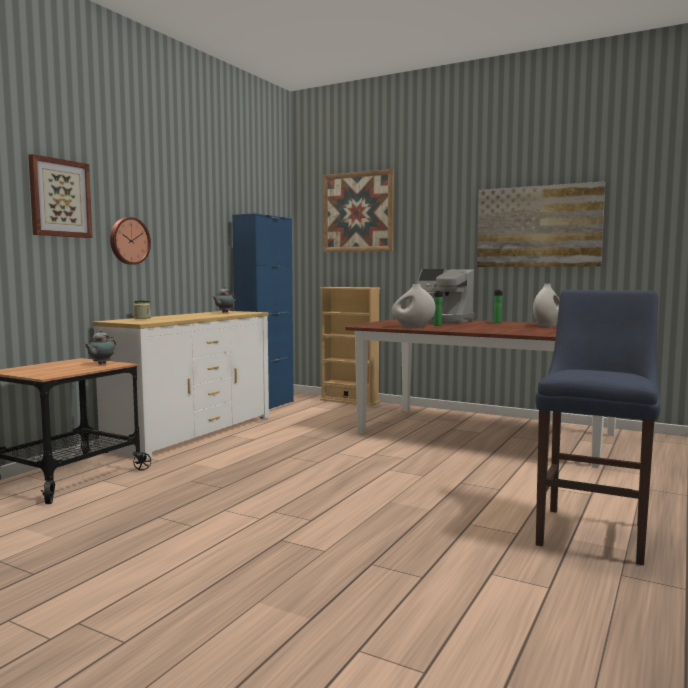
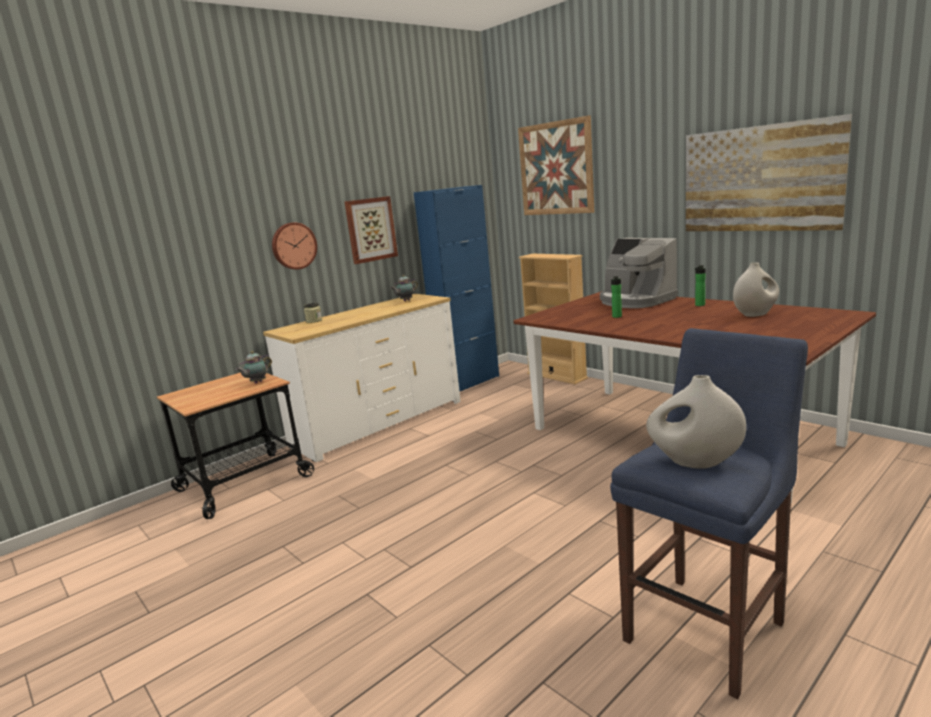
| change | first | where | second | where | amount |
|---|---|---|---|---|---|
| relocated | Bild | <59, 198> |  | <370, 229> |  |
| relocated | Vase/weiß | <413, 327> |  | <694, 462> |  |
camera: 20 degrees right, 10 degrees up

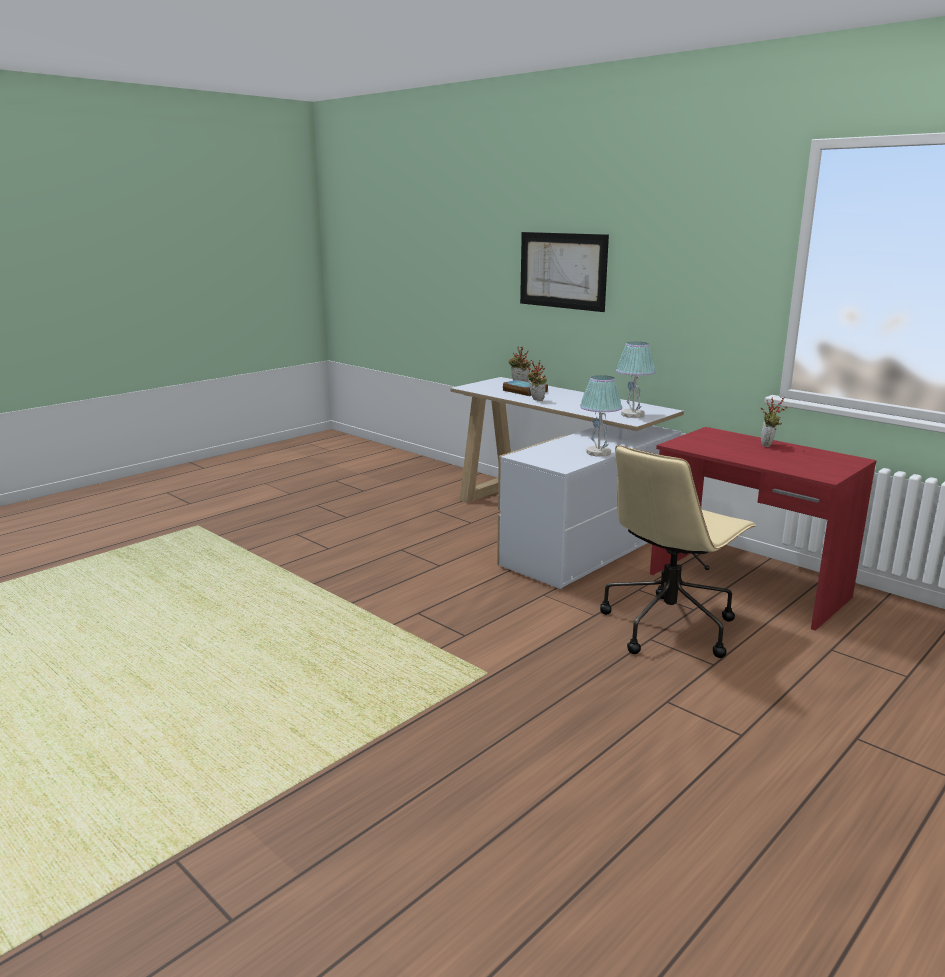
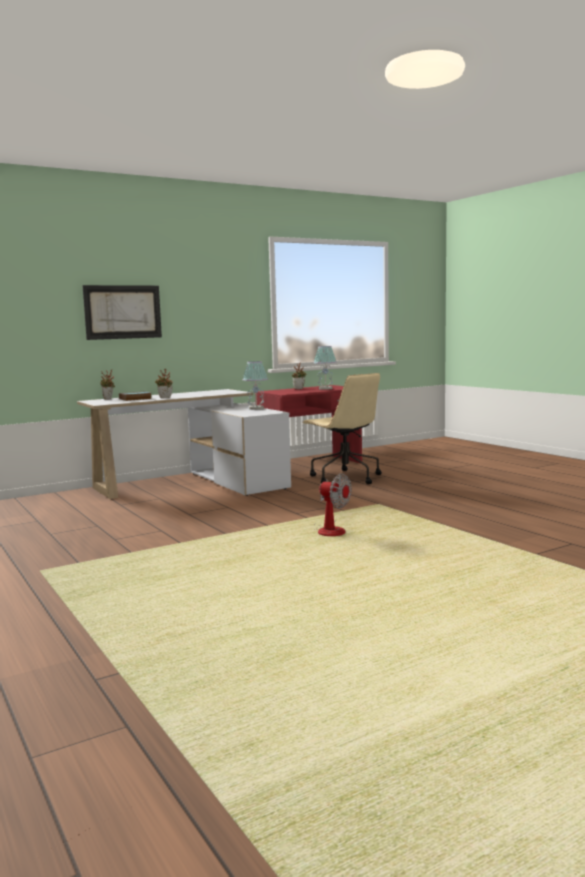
| change | first | where | second | where | amount |
|---|---|---|---|---|---|
| appeared |  |  | Ventilator | <330, 530> |  |
| relocated | Tischlampe | <633, 415> |  | <325, 388> |  |
camera: 75 degrees left, 10 degrees down

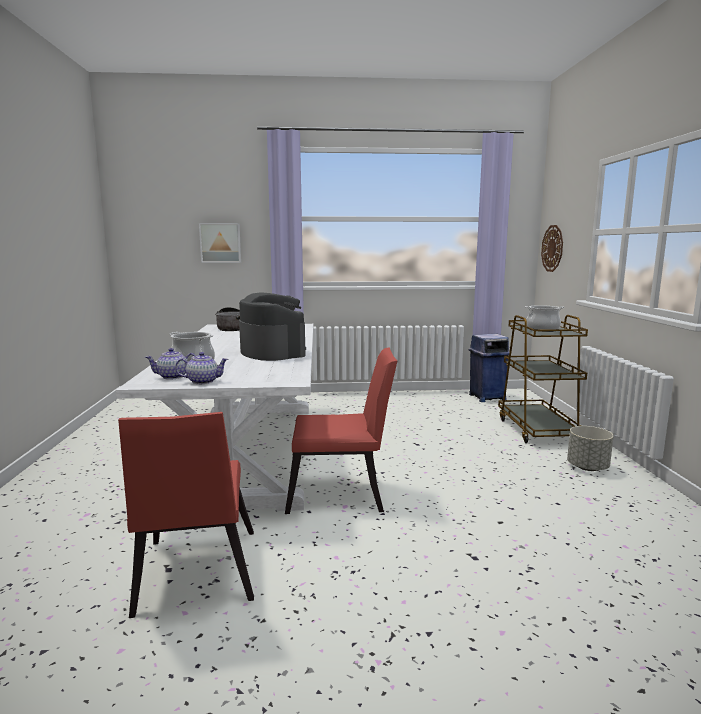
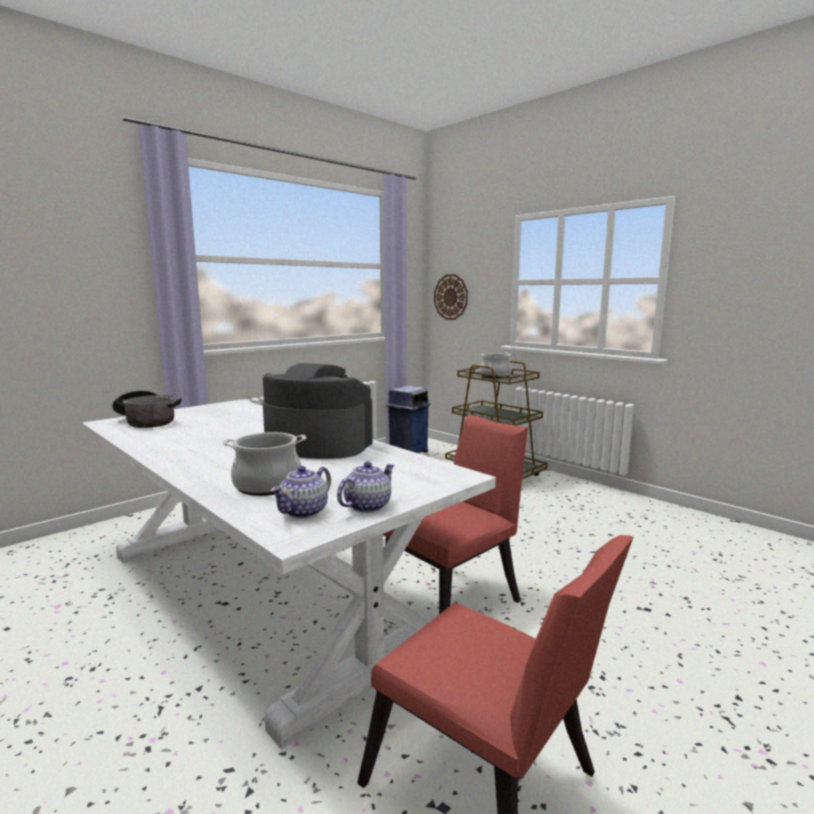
| change | first | where | second | where | amount |
|---|---|---|---|---|---|
| missing | Bild | <220, 243> |  |  |  |
| missing | Pflanzkübel/grau | <587, 467> |  |  |  |
camera: 40 degrees left, 0 degrees up

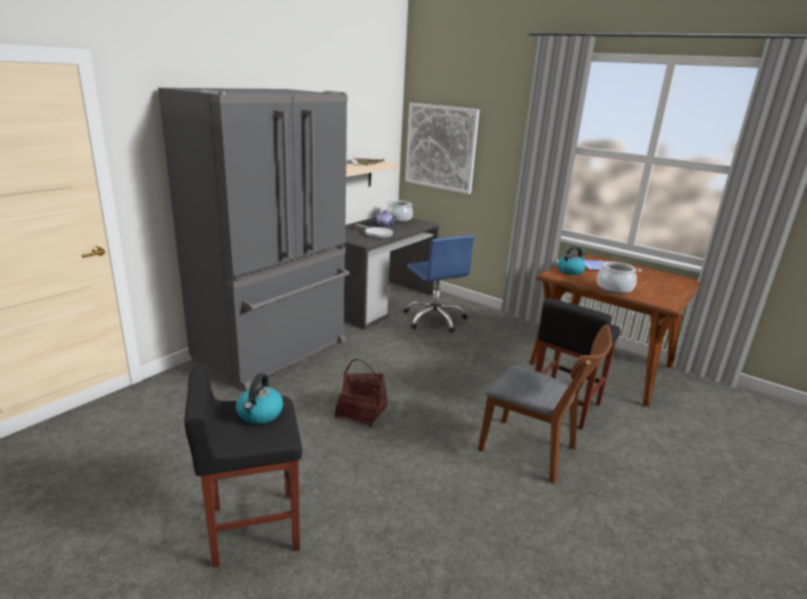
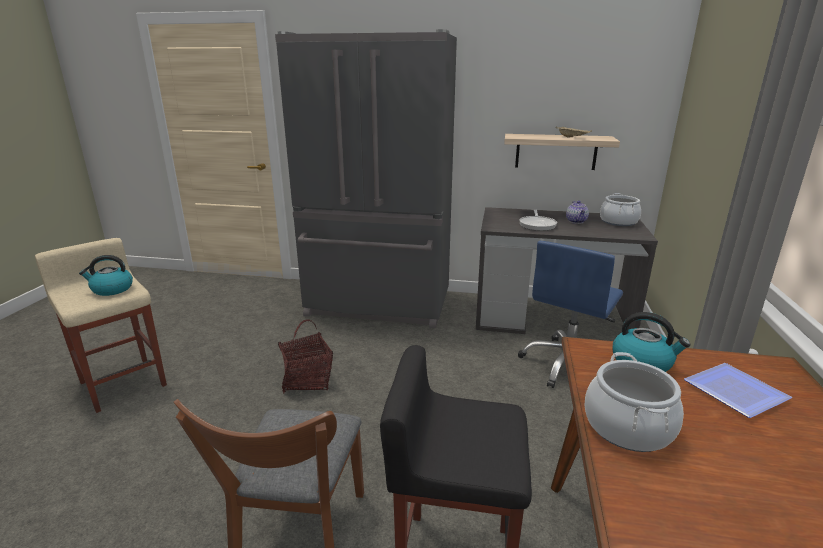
| change | first | where | second | where | amount |
|---|---|---|---|---|---|
| missing | Bild | <440, 147> |  |  |  |
| colour | Hocker/schwarz | <253, 528> | Hocker/beige | <123, 383> |  |
camera: 65 degrees right, 0 degrees up

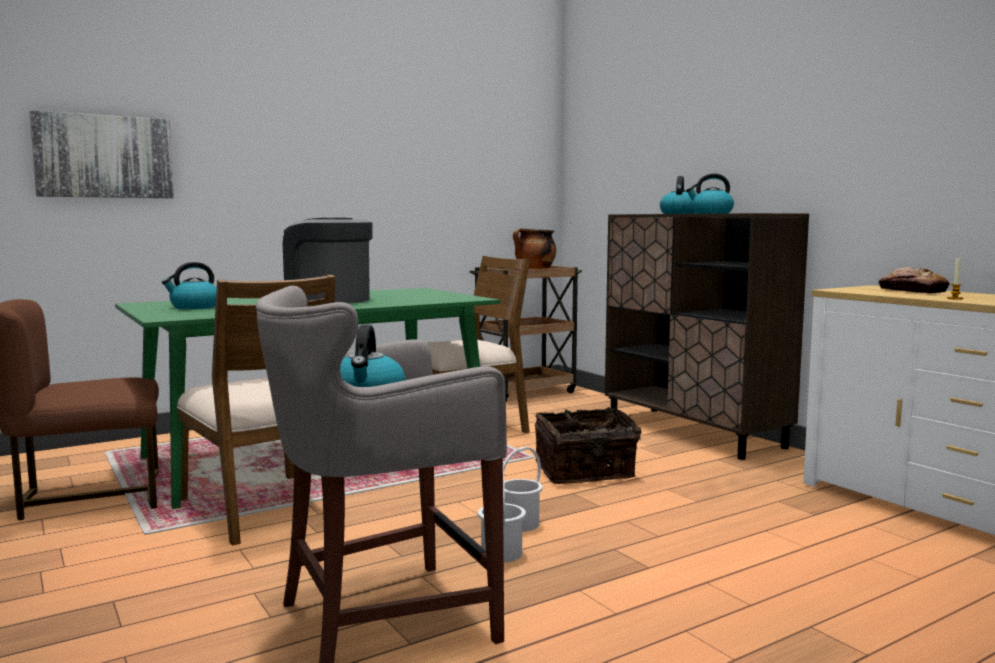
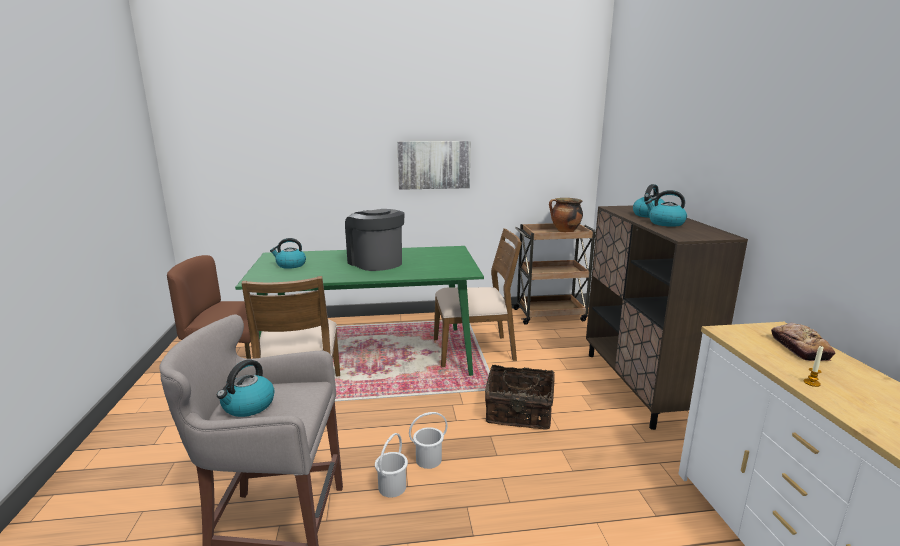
| change | first | where | second | where | amount |
|---|---|---|---|---|---|
| relocated | Bild | <104, 156> |  | <434, 165> |  |
camera: 25 degrees right, 10 degrees up

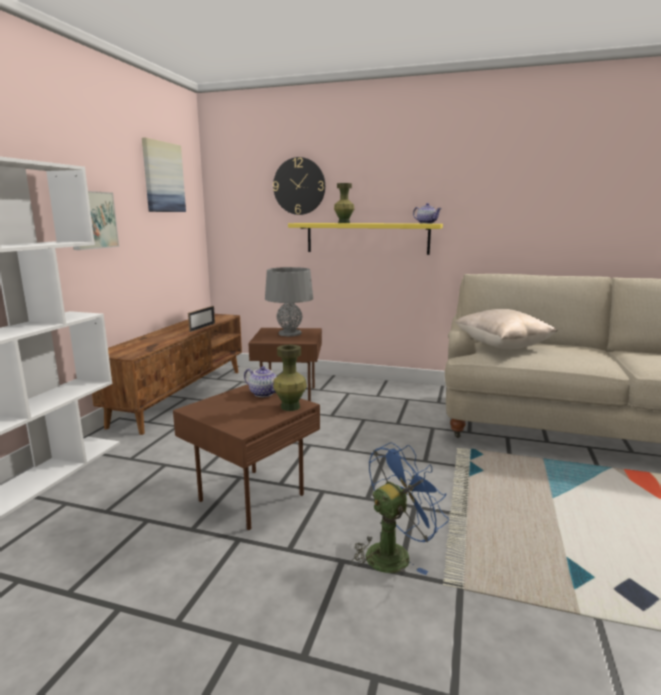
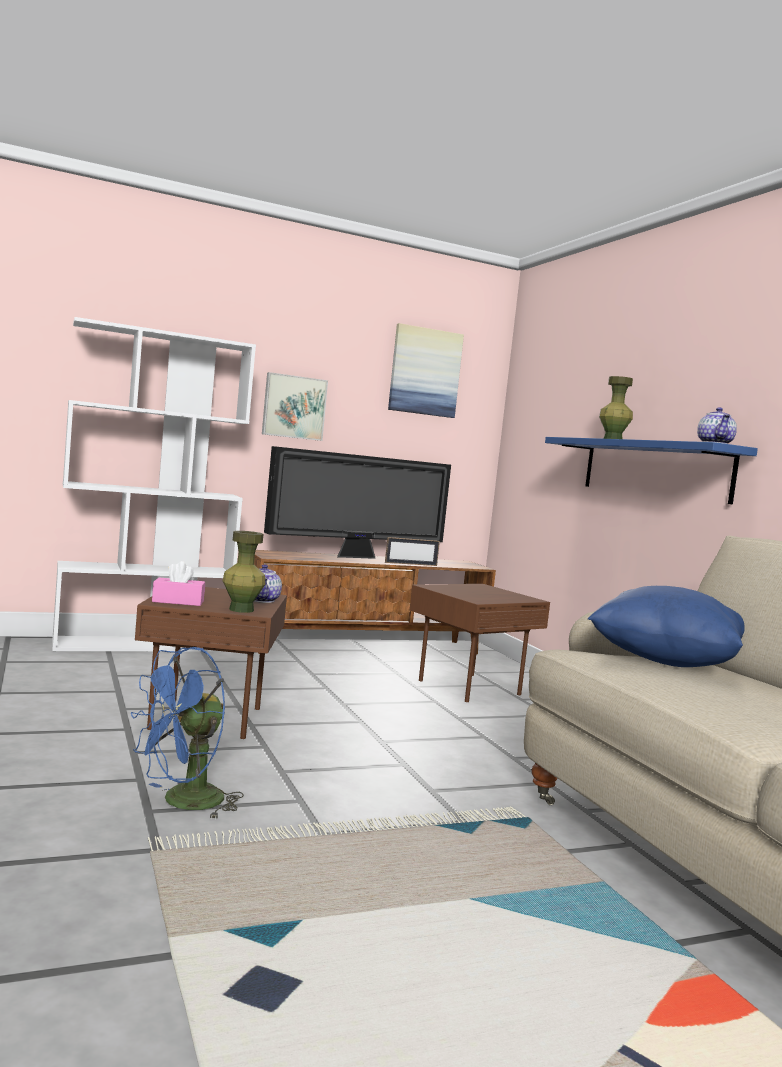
| change | first | where | second | where | amount |
|---|---|---|---|---|---|
| missing | Tischlampe/grau | <290, 333> |  |  |  |
| missing | Wanduhr | <299, 186> |  |  |  |
| appeared |  |  | Taschentuchbox/rosa | <178, 601> |  |
| appeared |  |  | Fernseher | <356, 557> |  |
| colour | Wandregal/gelb | <367, 238> | Wandregal/blau | <654, 469> |  |
| colour | Kissen/beige | <502, 347> | Kissen/blau | <666, 661> |  |
| spun | Ventilator/blau | <394, 553> |  | <183, 803> | 120 degrees clockwise |
camera: 50 degrees right, 10 degrees down

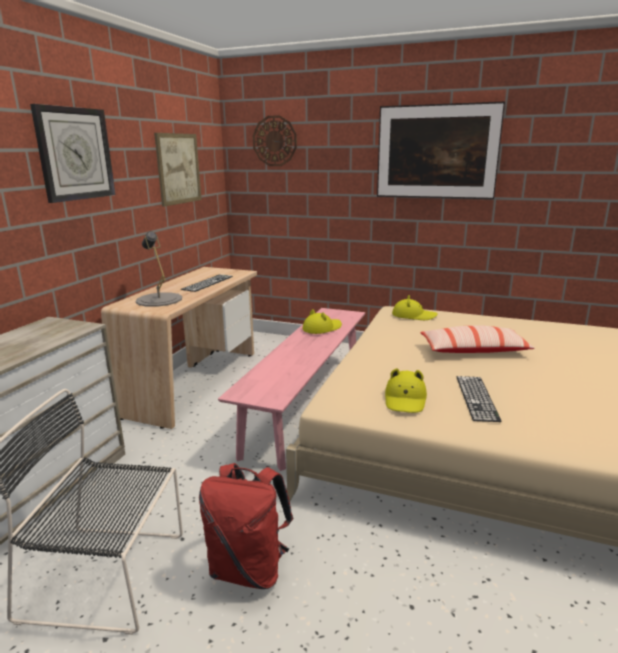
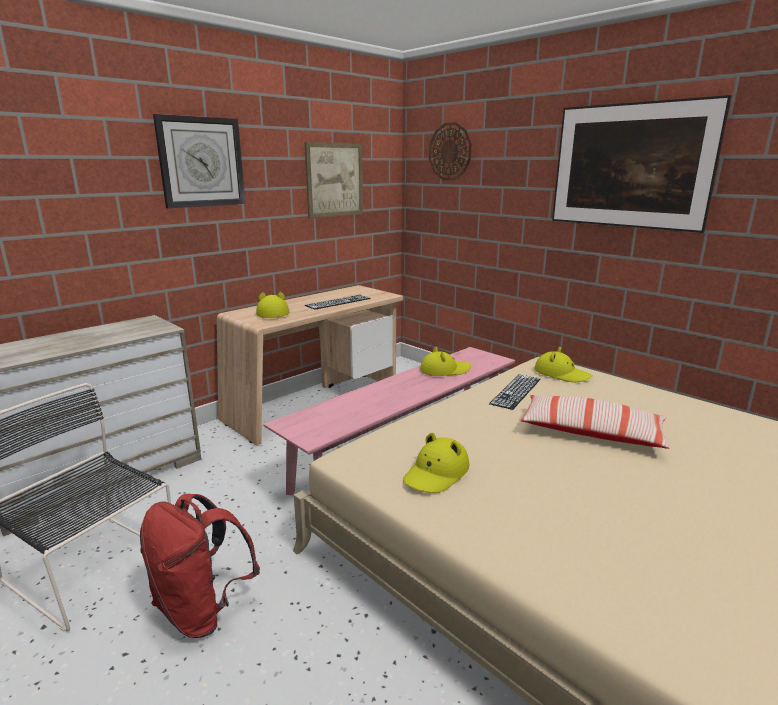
| change | first | where | second | where | amount |
|---|---|---|---|---|---|
| relocated | Tastatur | <477, 397> |  | <516, 391> |  |
| exchanged | Tischlampe/grau | <159, 299> | Hut/gelb | <272, 313> |  |
camera: 25 degrees right, 0 degrees up

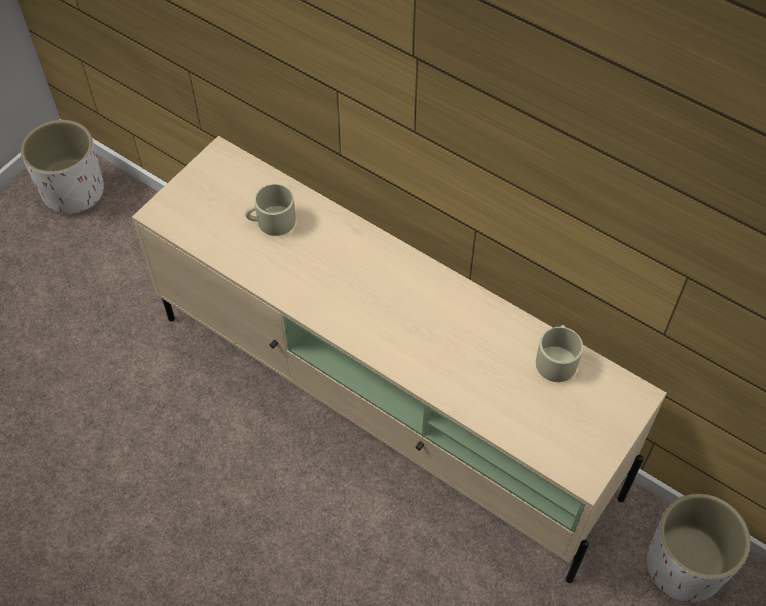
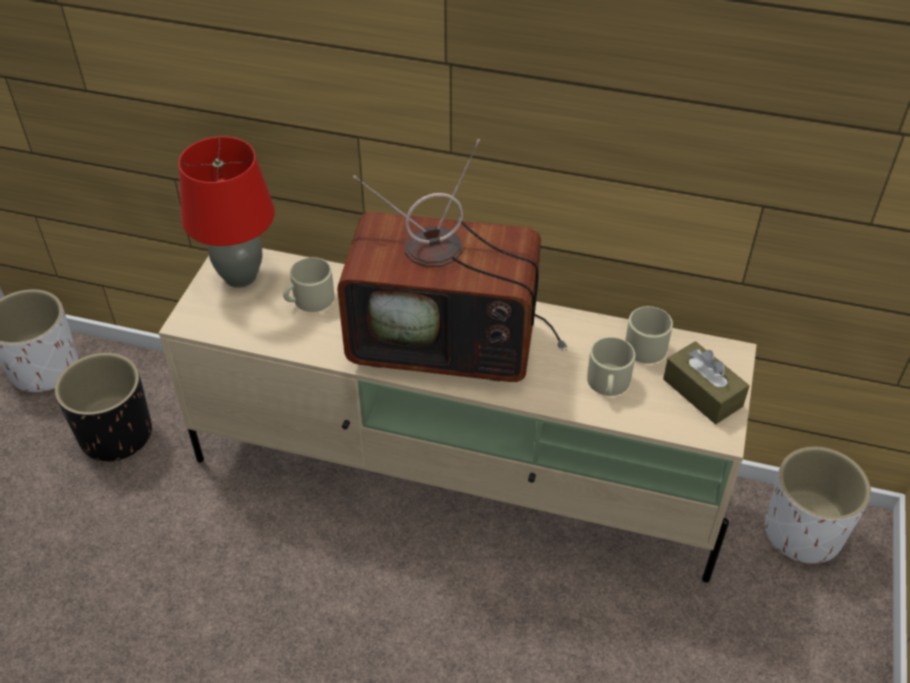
| change | first | where | second | where | amount |
|---|---|---|---|---|---|
| appeared |  |  | Pflanzkübel/schwarz | <116, 434> |  |
| appeared |  |  | Tischlampe/rot | <241, 276> |  |
| appeared |  |  | Fernseher | <450, 341> |  |
| appeared |  |  | Henkelbecher/beige | <608, 384> |  |
| appeared |  |  | Taschentuchbox/braun | <702, 392> |  |
camera: 20 degrees left, 10 degrees down

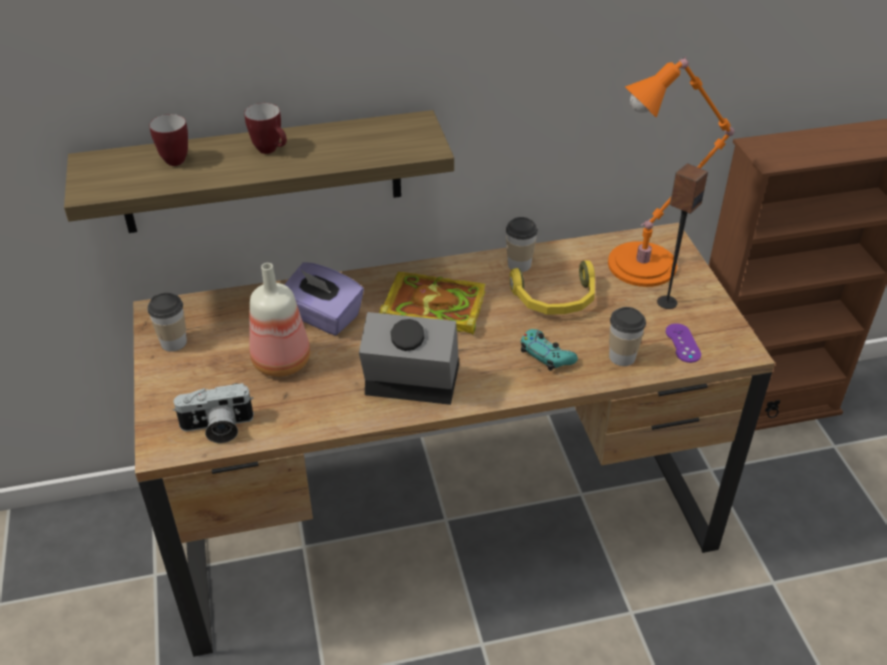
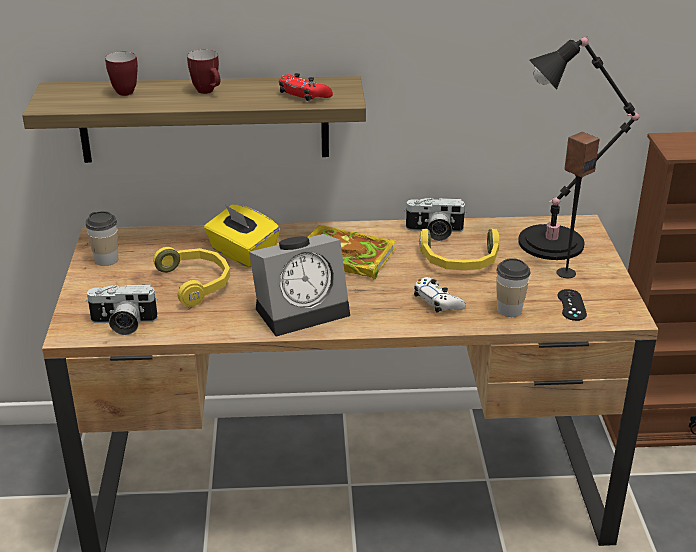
| change | first | where | second | where | amount |
|---|---|---|---|---|---|
| appeared |  |  | Gamepad/rot | <304, 95> |  |
| exchanged | Flasche | <283, 362> | Kopfhörer/gelb | <197, 283> |  |
| exchanged | Tasse | <519, 264> | Kamera | <434, 232> |  |
| colour | Taschentuchbox/lila | <322, 317> | Taschentuchbox/gelb | <242, 254> |  |
| colour | Gamepad/türkis | <546, 355> | Gamepad/weiß | <437, 301> |  |
| colour | Tischlampe/orange | <647, 264> | Tischlampe/schwarz | <556, 242> |  |
| colour | Gamepad/lila | <683, 343> | Gamepad/schwarz | <571, 305> |  |
| spun | Wecker | <408, 383> |  | <303, 309> | 135 degrees clockwise |
camera: 10 degrees right, 10 degrees down

